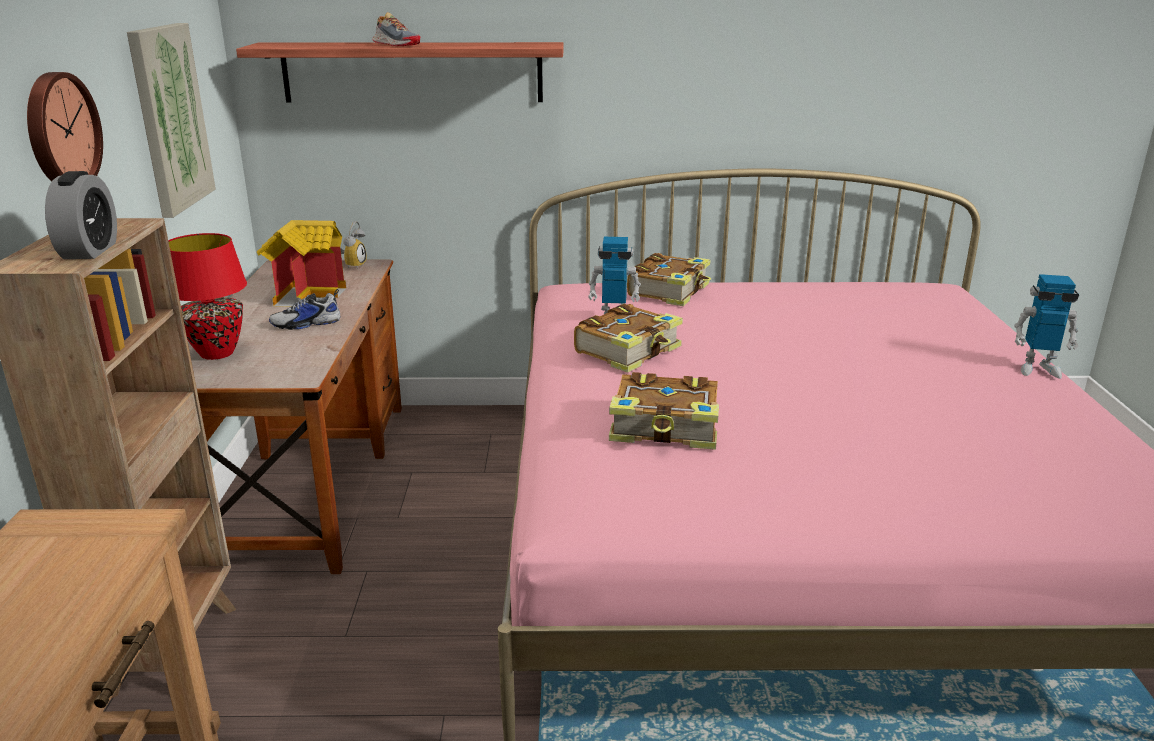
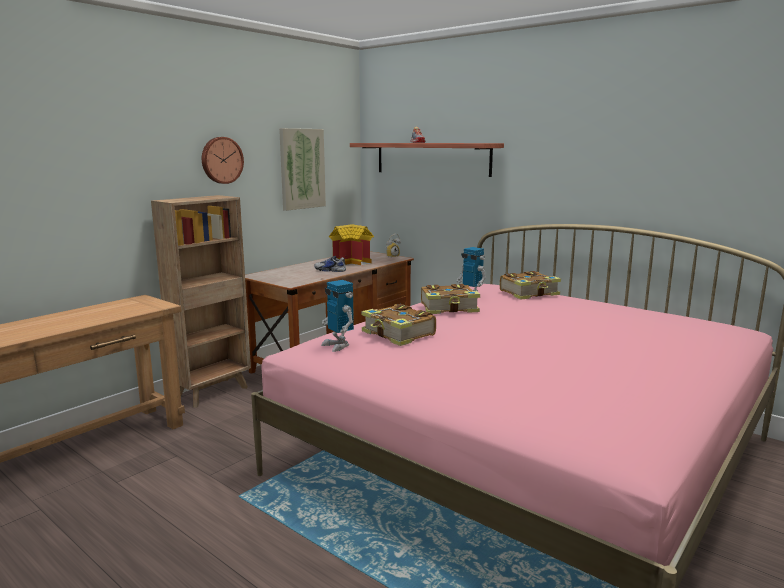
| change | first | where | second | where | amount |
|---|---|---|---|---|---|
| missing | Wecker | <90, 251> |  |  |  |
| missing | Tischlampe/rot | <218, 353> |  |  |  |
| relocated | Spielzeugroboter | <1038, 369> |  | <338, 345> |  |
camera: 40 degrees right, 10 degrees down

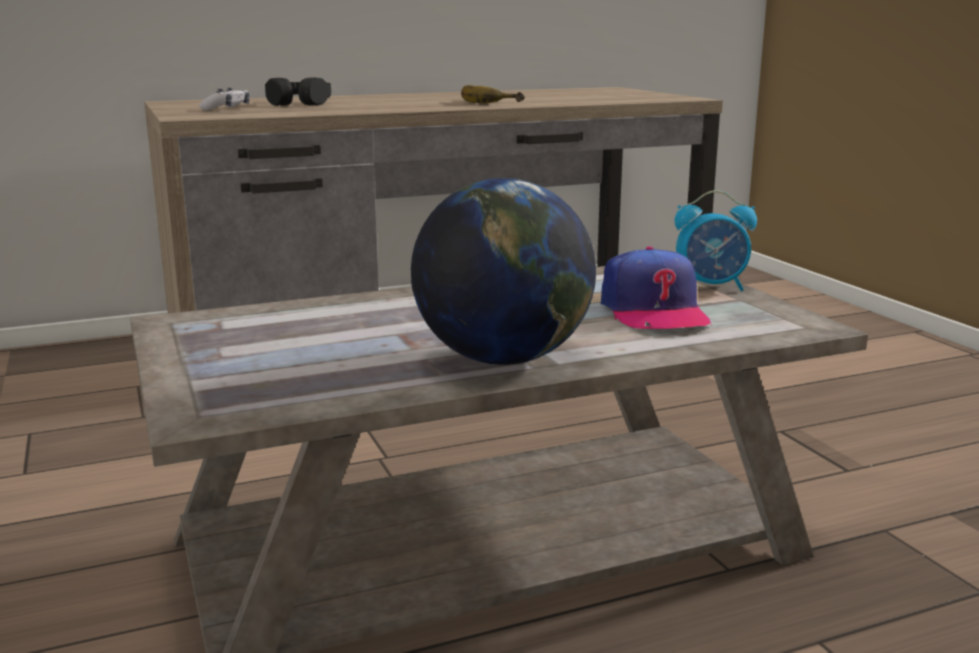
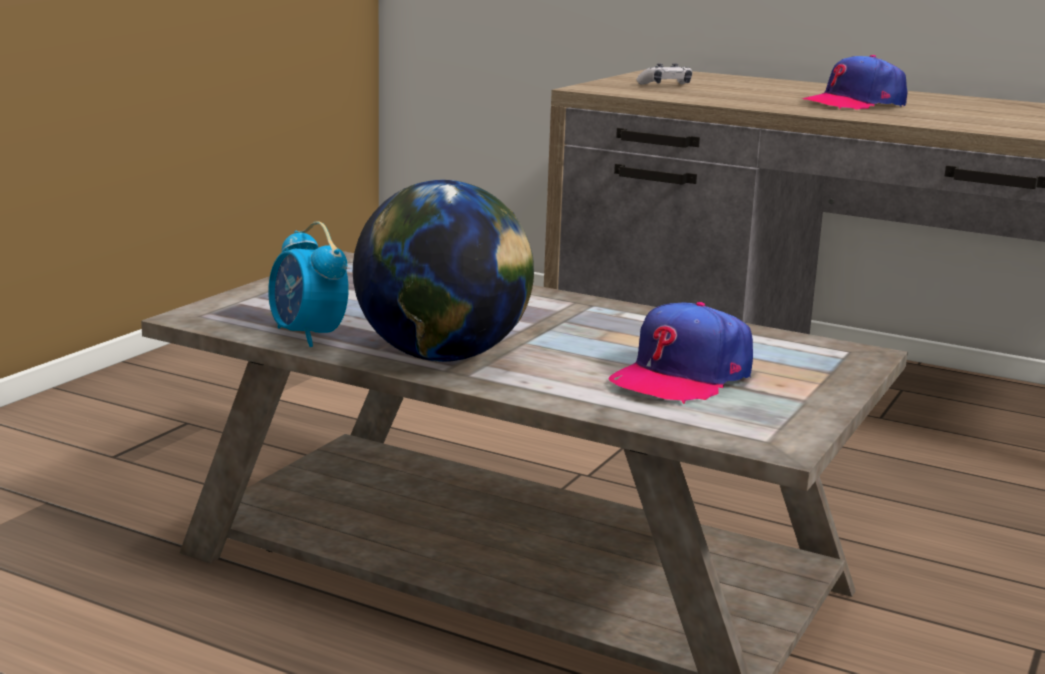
| change | first | where | second | where | amount |
|---|---|---|---|---|---|
| missing | Kopfhörer/schwarz | <298, 103> |  |  |  |
| missing | Banane | <492, 102> |  |  |  |
| appeared |  |  | Kappe | <854, 103> |  |
| relocated | Wecker | <711, 287> |  | <308, 335> |  |
camera: 50 degrees right, 0 degrees up

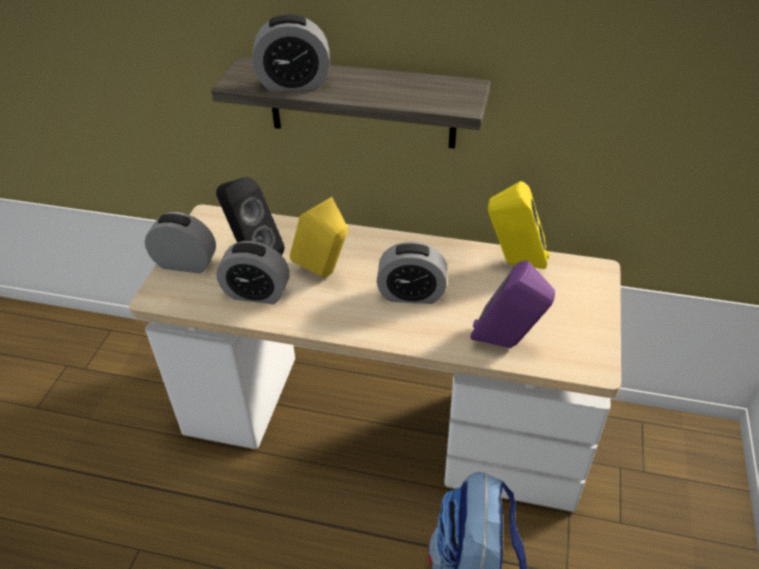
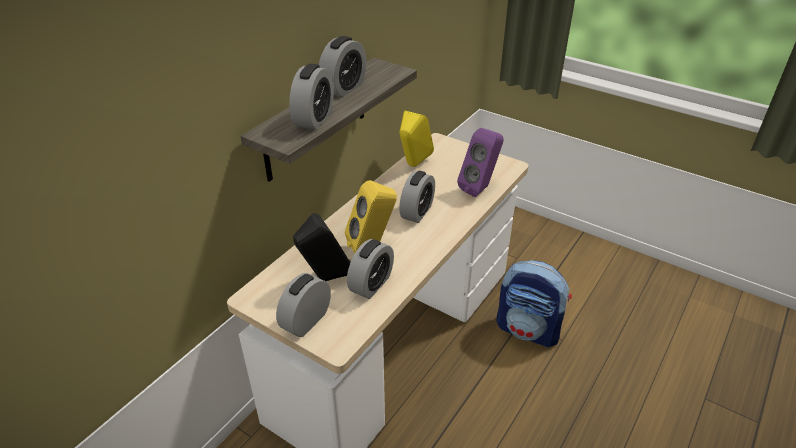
| change | first | where | second | where | amount |
|---|---|---|---|---|---|
| appeared |  |  | Wecker | <343, 88> |  |
camera: 70 degrees left, 5 degrees down

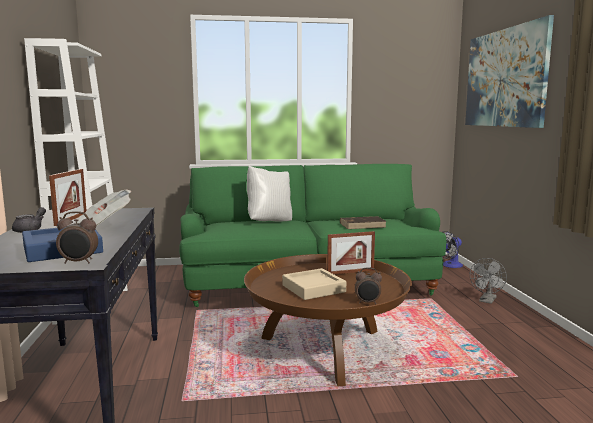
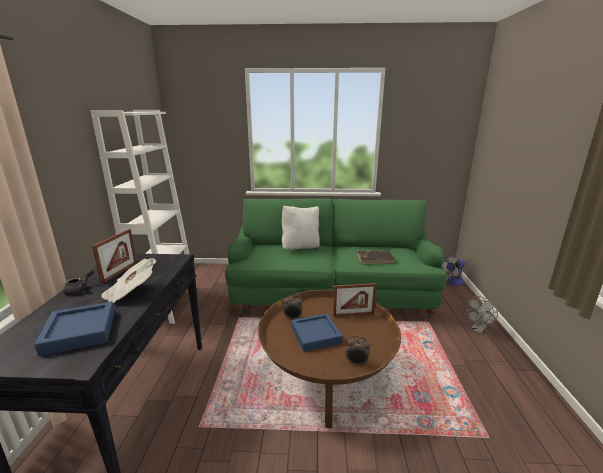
| change | first | where | second | where | amount |
|---|---|---|---|---|---|
| missing | Bild | <504, 78> |  |  |  |
| relocated | Wecker | <79, 262> |  | <293, 318> |  |
| colour | Tablett/beige | <313, 288> | Tablett/blau | <316, 335> |  |
camera: 10 degrees right, 10 degrees up

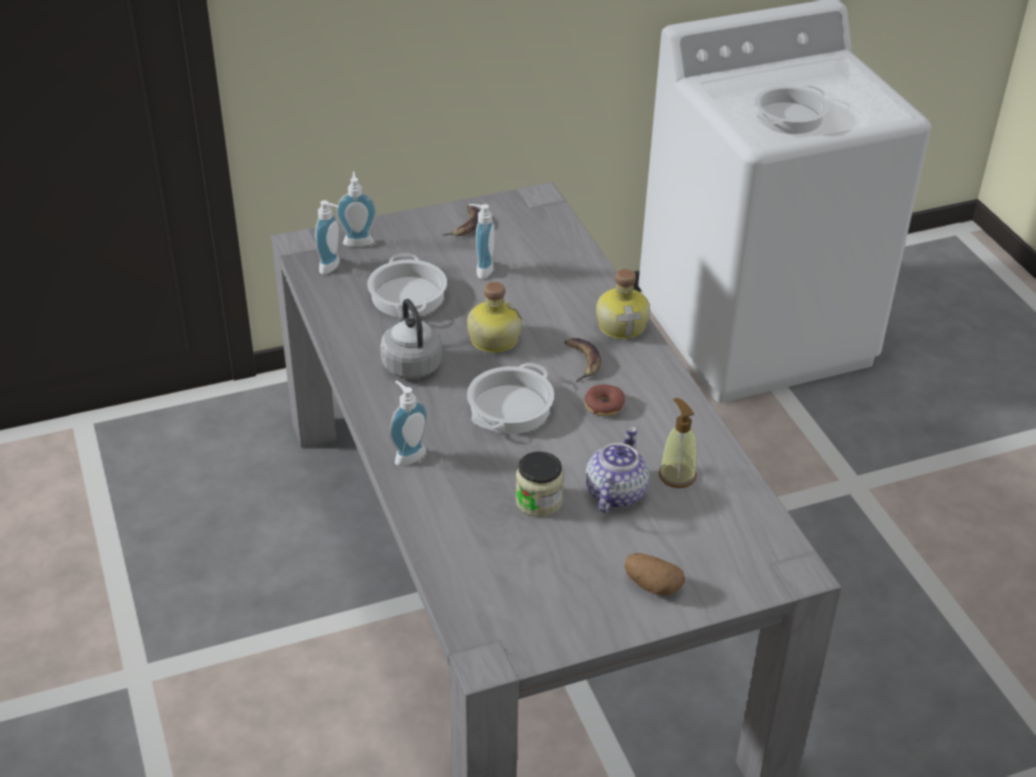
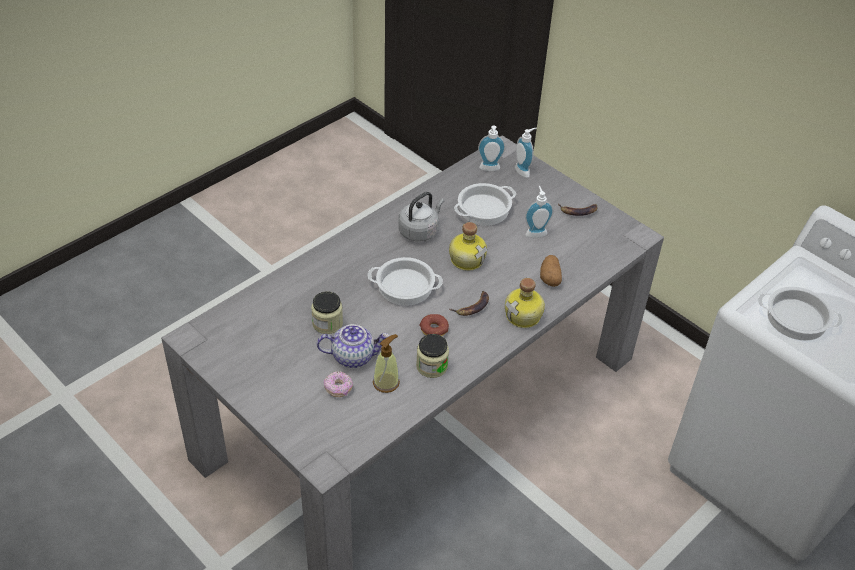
| change | first | where | second | where | amount |
|---|---|---|---|---|---|
| missing | Seifenspender | <407, 455> |  |  |  |
| appeared |  |  | Donut | <338, 388> |  |
| appeared |  |  | Vorratsglas | <432, 366> |  |
| relocated | Kartoffel | <651, 585> |  | <550, 277> |  |
camera: 65 degrees right, 5 degrees up

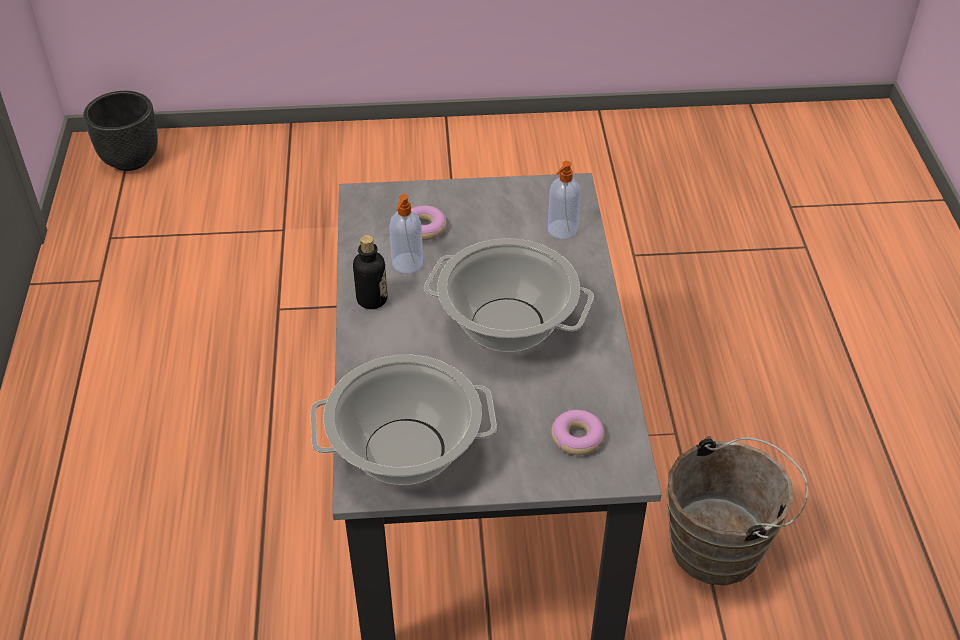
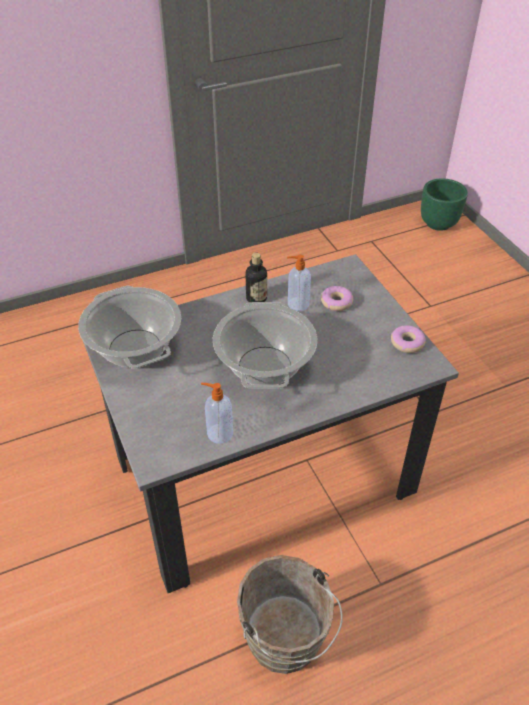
| change | first | where | second | where | amount |
|---|---|---|---|---|---|
| relocated | Seifenspender | <561, 230> |  | <219, 433> |  |
| relocated | Donut | <577, 437> |  | <407, 343> |  |
| colour | Pflanzkübel/schwarz | <129, 159> | Pflanzkübel/grün | <438, 223> |  |
camera: 70 degrees right, 0 degrees up

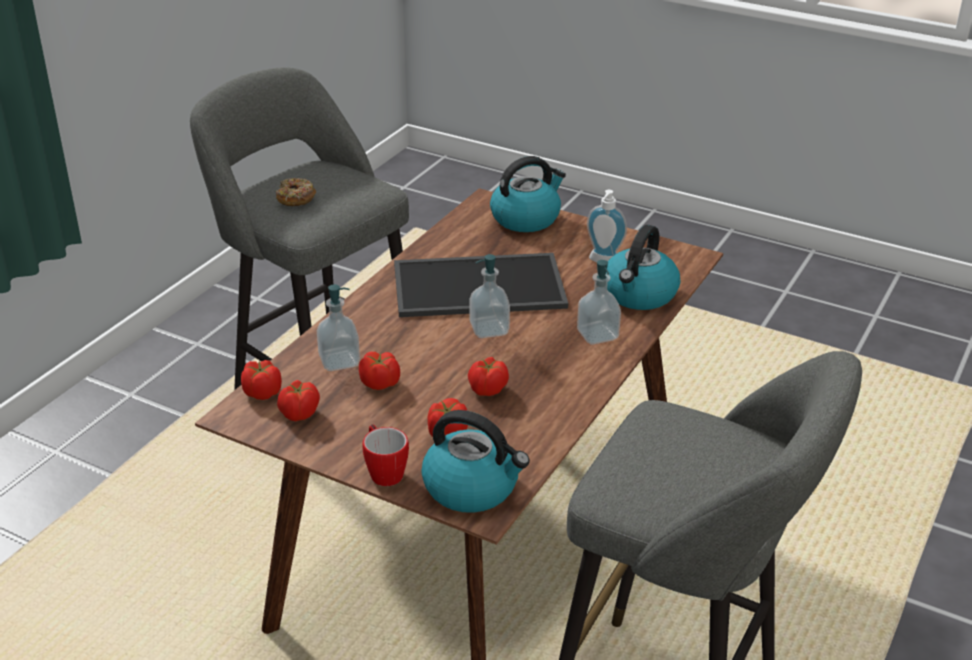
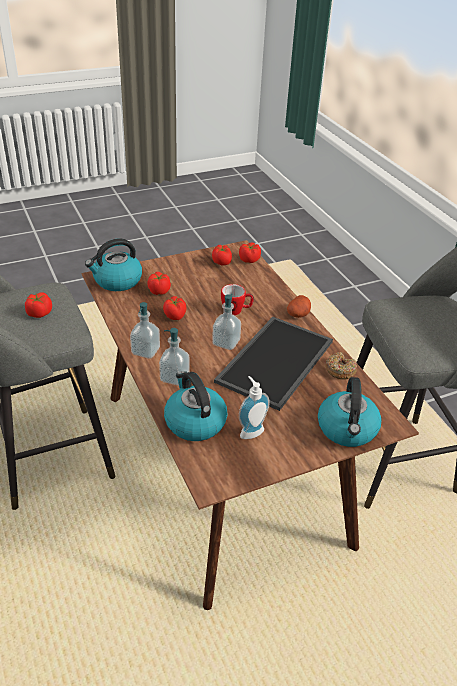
| change | first | where | second | where | amount |
|---|---|---|---|---|---|
| appeared |  |  | Kartoffel | <298, 314> |  |
| relocated | Donut | <295, 198> |  | <340, 370> |  |
| relocated | Seifenspender | <339, 361> |  | <145, 351> |  |
| relocated | Tomate | <380, 383> |  | <39, 313> |  |
| relocated | Henkelbecher | <384, 471> |  | <236, 311> |  |
camera: 125 degrees right, 5 degrees up

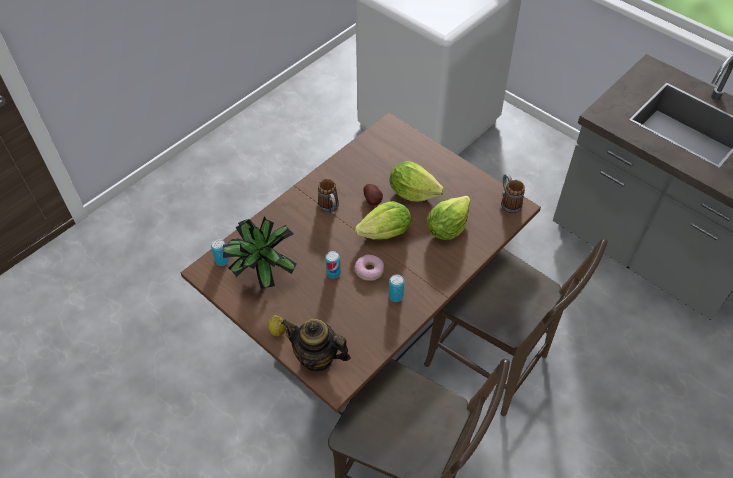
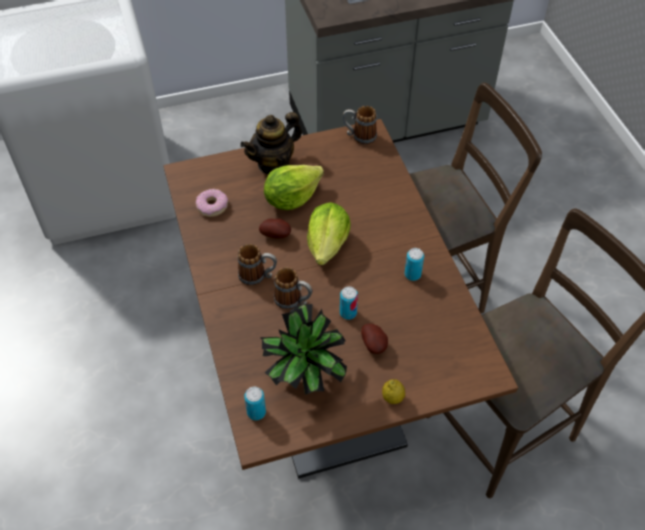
| change | first | where | second | where | amount |
|---|---|---|---|---|---|
| missing | Salatkopf | <447, 228> |  |  |  |
| appeared |  |  | Henkelbecher | <293, 301> |  |
| appeared |  |  | Kartoffel | <374, 345> |  |
| relocated | Teekanne | <317, 357> |  | <273, 164> |  |
| relocated | Donut | <369, 270> |  | <212, 206> |  |
camera: 60 degrees left, 0 degrees up

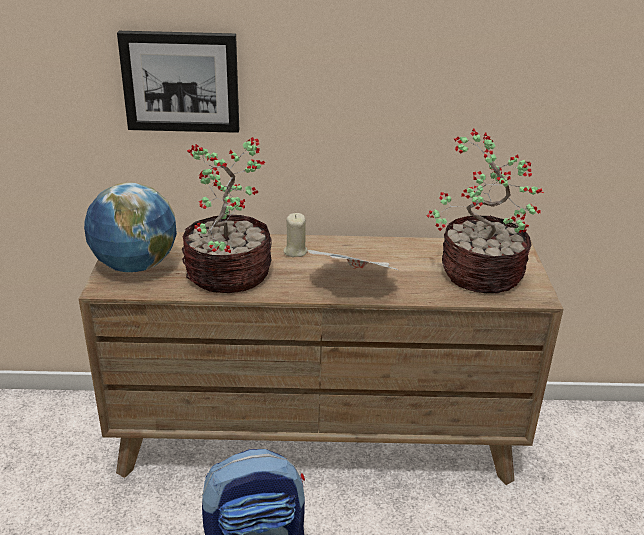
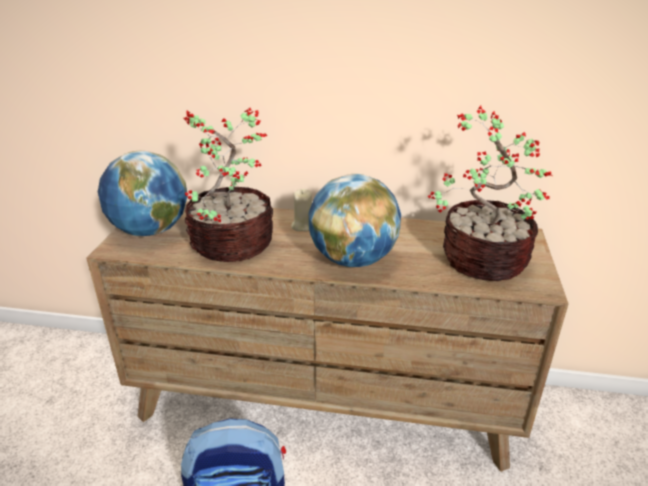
| change | first | where | second | where | amount |
|---|---|---|---|---|---|
| missing | Bild | <181, 81> |  |  |  |
| exchanged | Zeitung | <356, 282> | Globus | <353, 259> |  |
camera: 10 degrees right, 0 degrees up

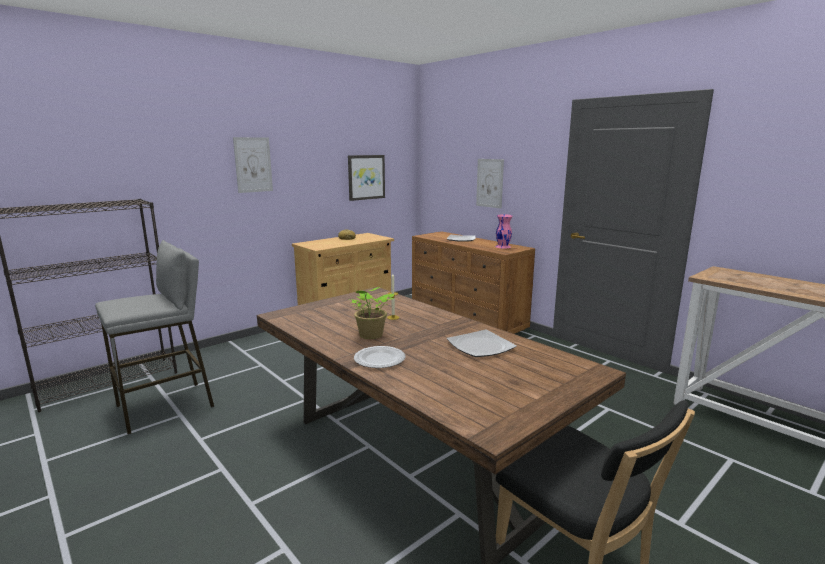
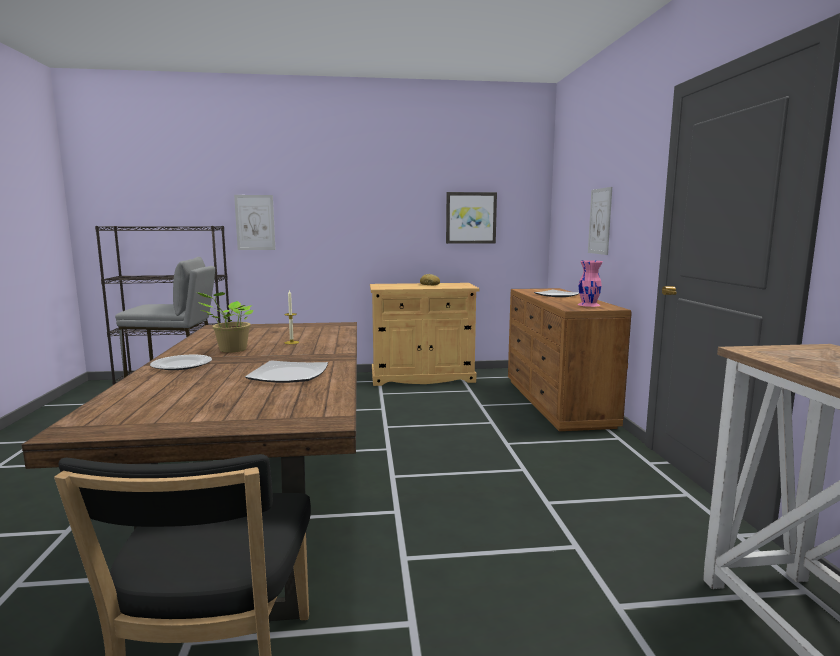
| change | first | where | second | where | amount |
|---|---|---|---|---|---|
| relocated | Bild | <253, 165> |  | <255, 222> |  |
camera: 35 degrees right, 5 degrees down

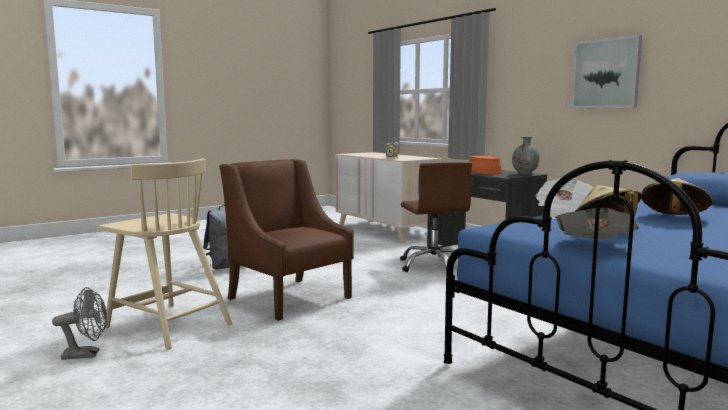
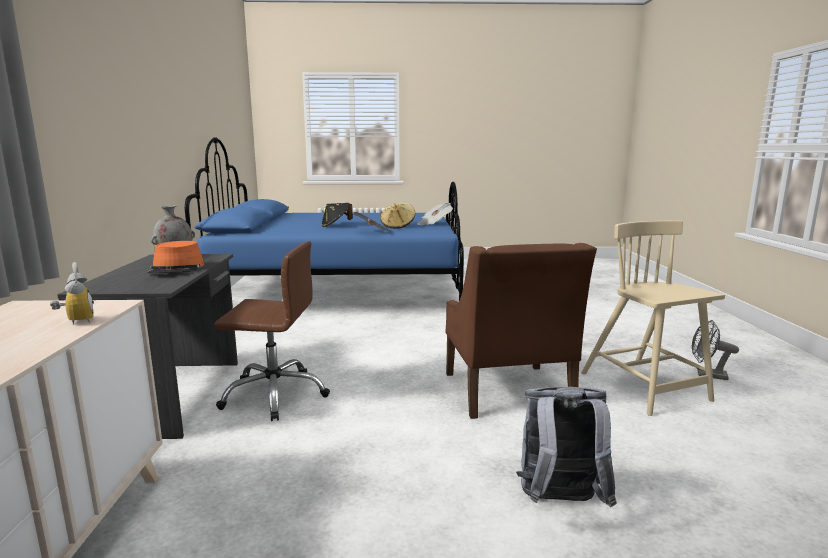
| change | first | where | second | where | amount |
|---|---|---|---|---|---|
| missing | Bild | <606, 73> |  |  |  |
| colour | Hut/beige | <673, 218> | Hut/schwarz | <336, 225> |  |
| spun | Bürostuhl/braun | <434, 266> |  | <275, 394> | 75 degrees clockwise |
camera: 145 degrees left, 5 degrees up

